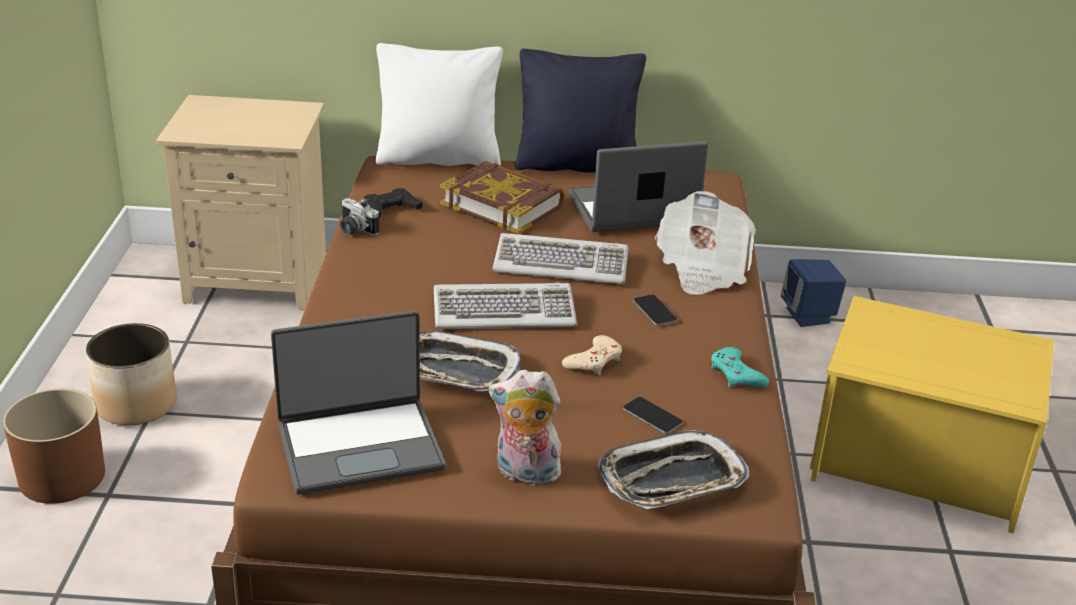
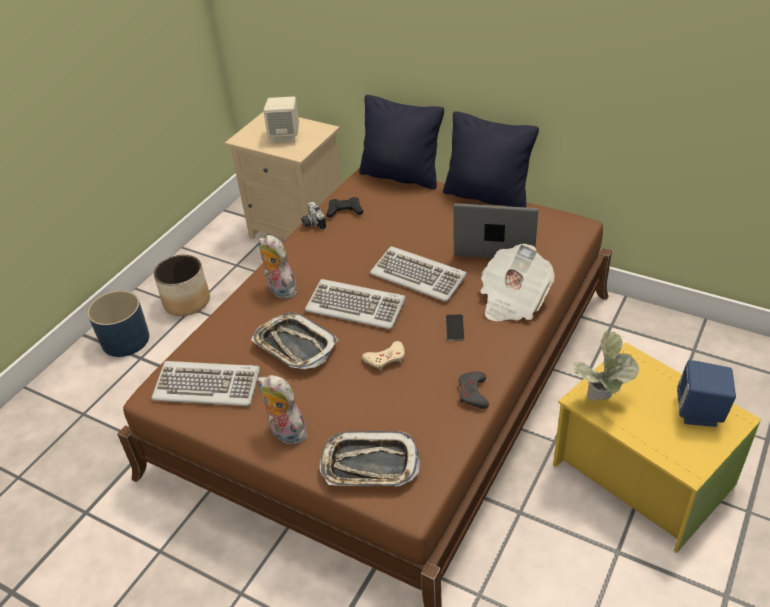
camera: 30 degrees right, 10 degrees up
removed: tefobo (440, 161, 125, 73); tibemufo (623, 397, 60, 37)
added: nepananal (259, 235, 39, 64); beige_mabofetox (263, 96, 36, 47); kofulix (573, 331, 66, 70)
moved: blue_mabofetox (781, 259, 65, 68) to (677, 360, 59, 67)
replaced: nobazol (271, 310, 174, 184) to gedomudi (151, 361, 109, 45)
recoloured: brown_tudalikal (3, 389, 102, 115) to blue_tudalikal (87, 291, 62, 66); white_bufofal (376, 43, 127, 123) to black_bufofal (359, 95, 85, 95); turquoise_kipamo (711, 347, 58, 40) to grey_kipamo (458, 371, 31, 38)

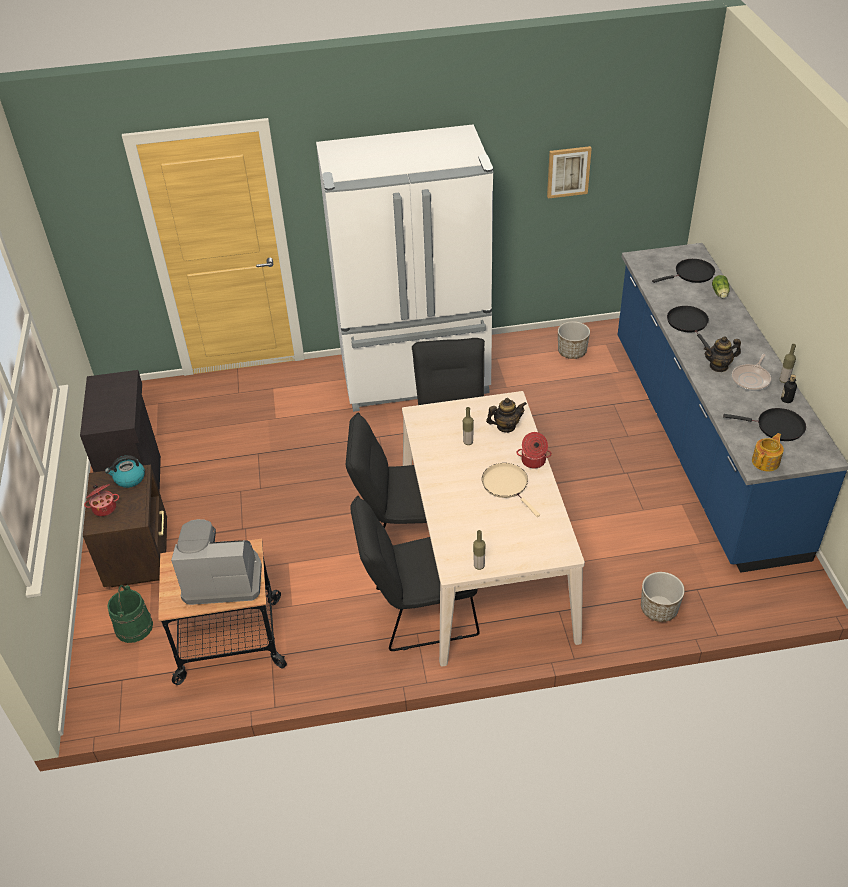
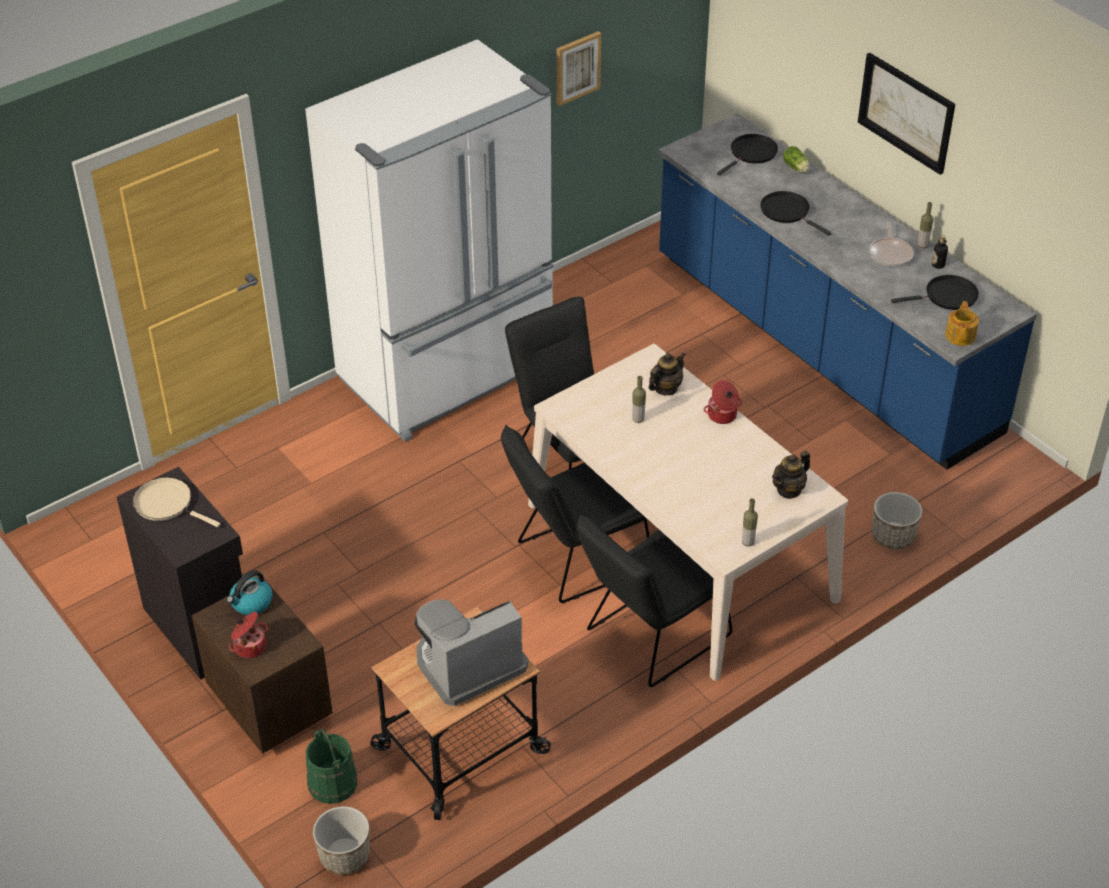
camera: 30 degrees left, 0 degrees up
added: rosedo (858, 53, 97, 122)
moved: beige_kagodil (482, 463, 58, 54) to (133, 477, 87, 50); tudalikal (558, 321, 32, 38) to (313, 806, 57, 69); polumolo (704, 337, 37, 35) to (772, 451, 38, 48)

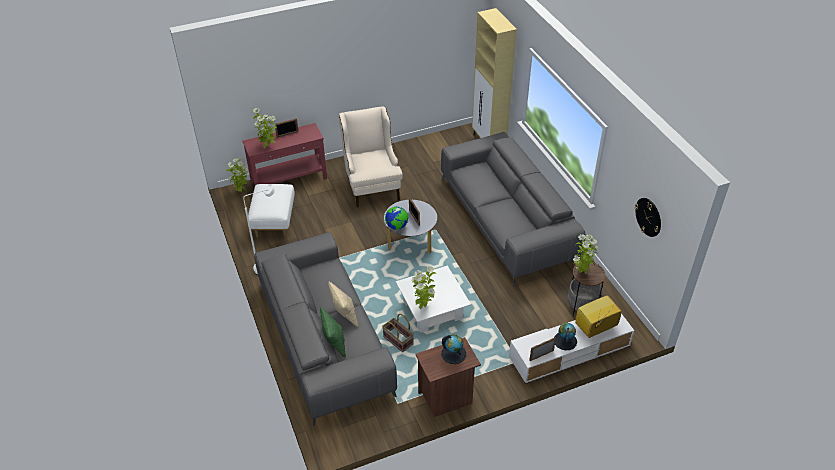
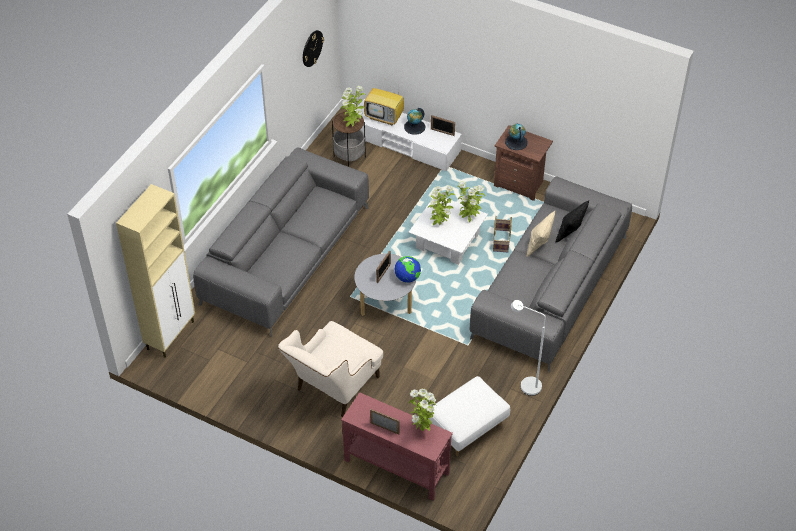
camera: 130 degrees left, 5 degrees up
moved: kofulix (227, 158, 21, 34) to (428, 186, 27, 39)
recoloured: green_bufofal (320, 307, 26, 50) to black_bufofal (556, 200, 33, 42)

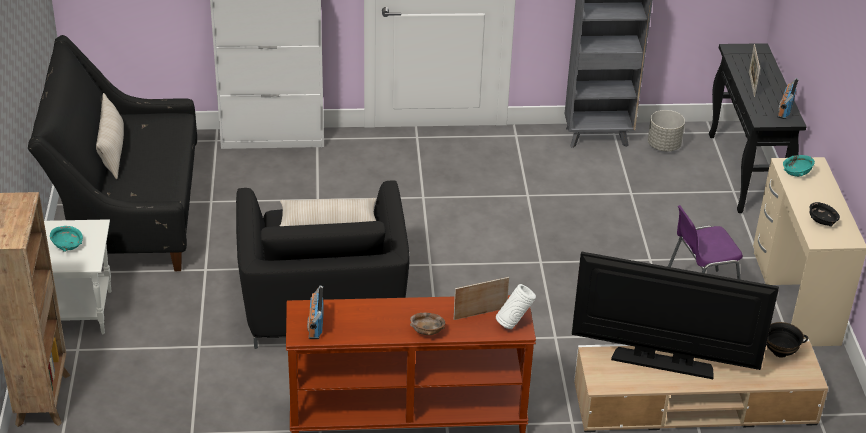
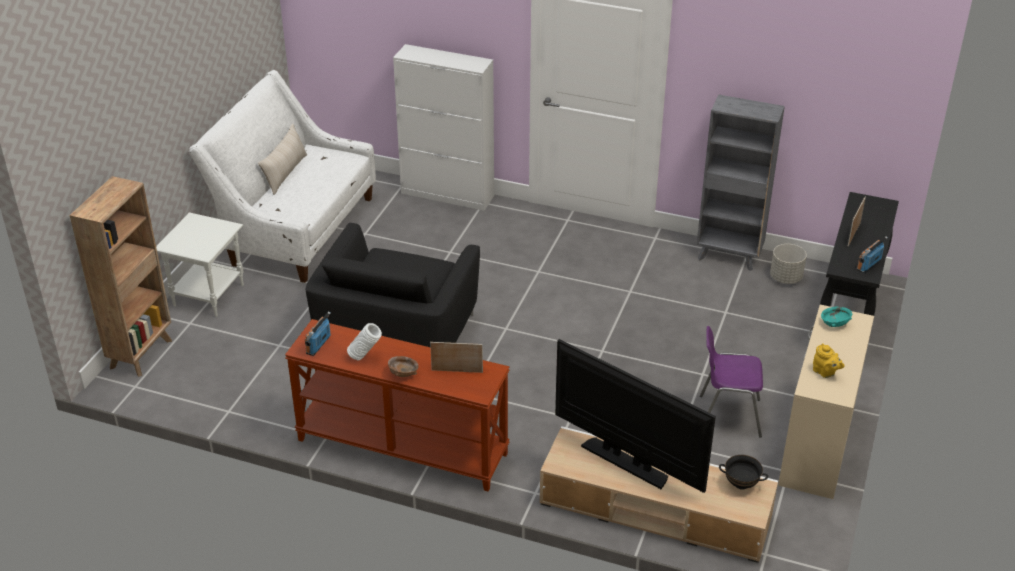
camera: 25 degrees right, 0 degrees up
removed: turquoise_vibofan (50, 226, 33, 26); beige_bufofal (280, 198, 96, 28)
moved: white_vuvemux (496, 284, 40, 45) to (347, 323, 35, 37)
replaced: black_vibofan (809, 202, 31, 25) to yellow_polumolo (813, 343, 32, 35)
recoloured: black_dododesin (28, 35, 169, 236) to white_dododesin (189, 70, 187, 213)

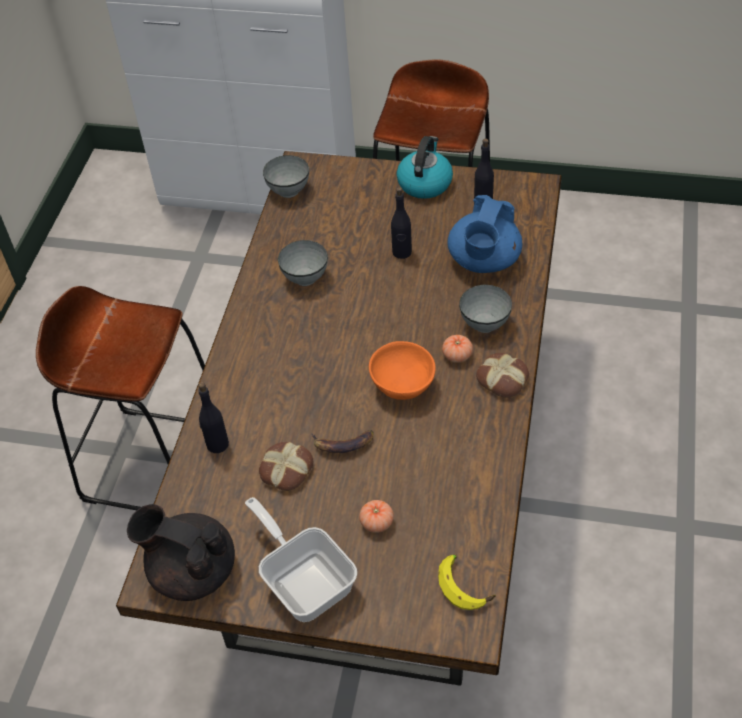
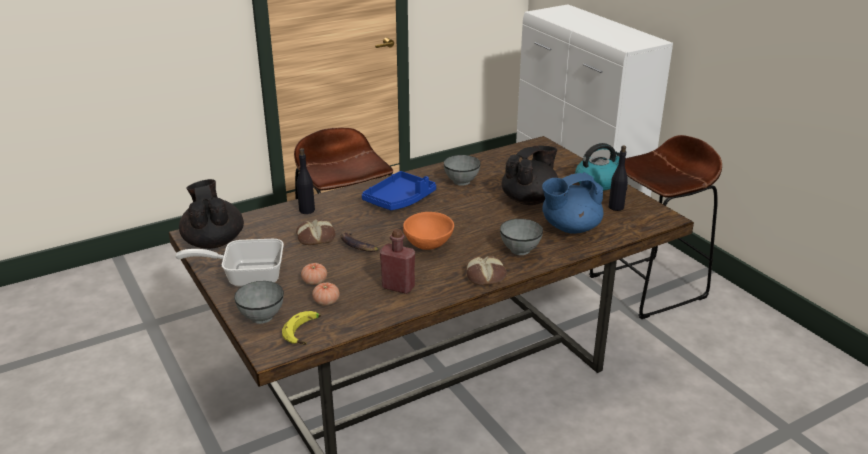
camera: 45 degrees right, 20 degrees down
added: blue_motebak (362, 171, 74, 39); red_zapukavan (380, 229, 35, 65)
moved: grey_vibofan (263, 155, 46, 43) to (234, 281, 50, 43); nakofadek (442, 335, 31, 28) to (312, 282, 28, 23)
replaced: black_zapukavan (391, 187, 21, 72) to black_polumolo (502, 146, 56, 59)
turned: kagodil (245, 497, 112, 125) = (175, 239, 109, 48) 105 degrees counterclockwise

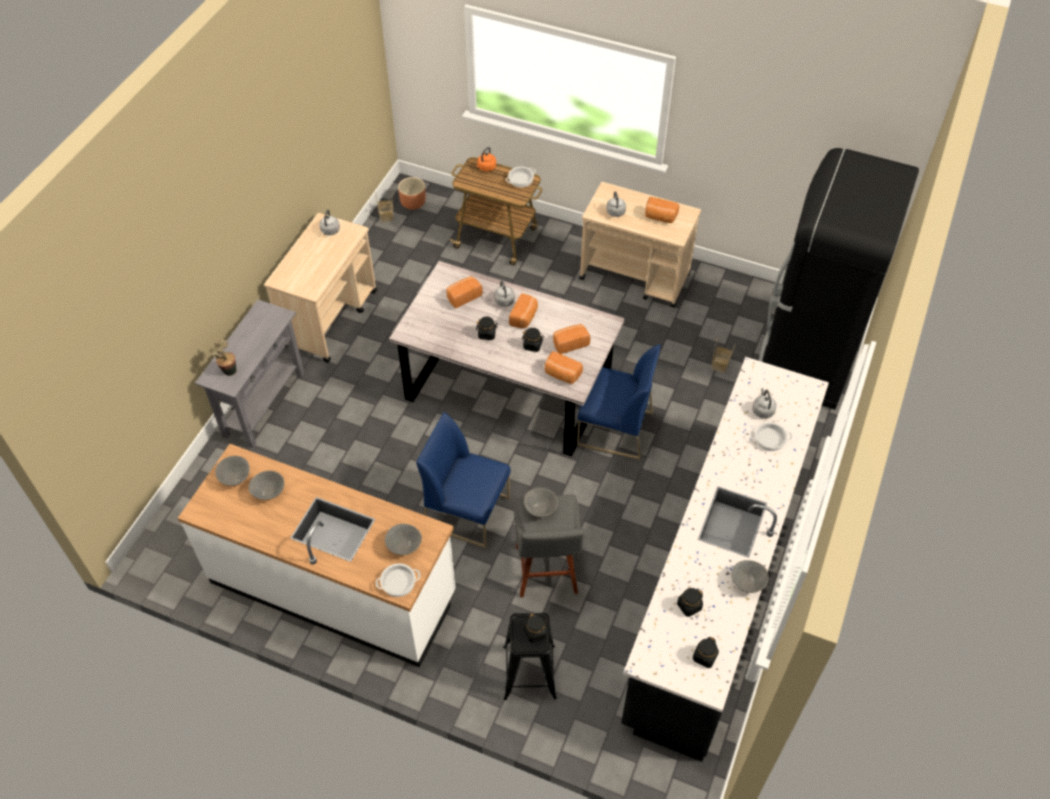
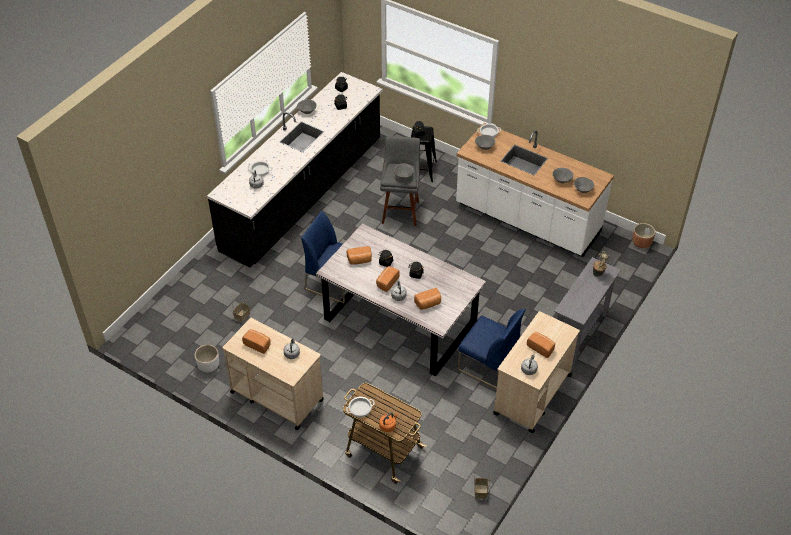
camera: 170 degrees left, 5 degrees down
removed: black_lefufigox (759, 148, 160, 262)
added: white_tudalikal (195, 345, 24, 27)
moved: brown_tudalikal (398, 177, 28, 33) to (632, 223, 23, 25); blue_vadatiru (416, 412, 95, 137) to (458, 309, 68, 80); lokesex (545, 351, 38, 33) to (527, 332, 28, 26)

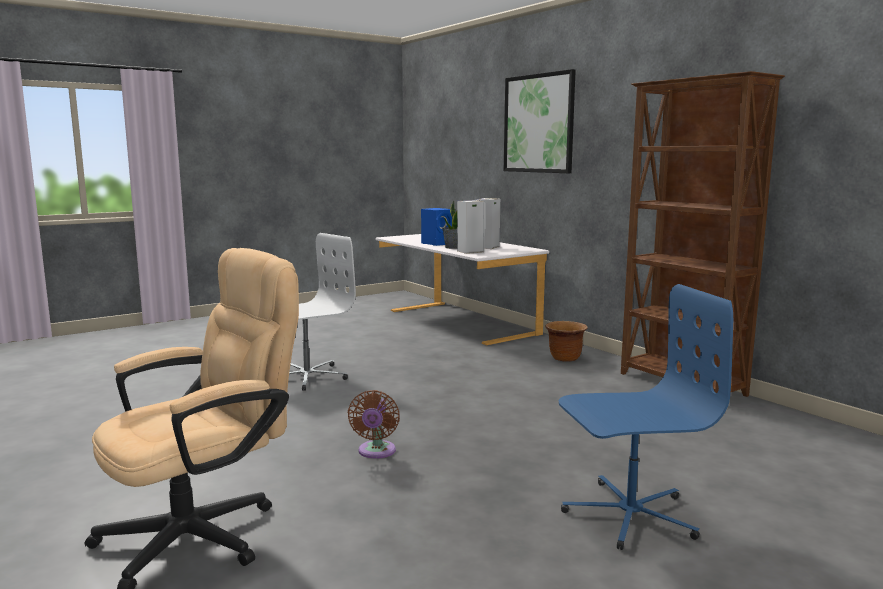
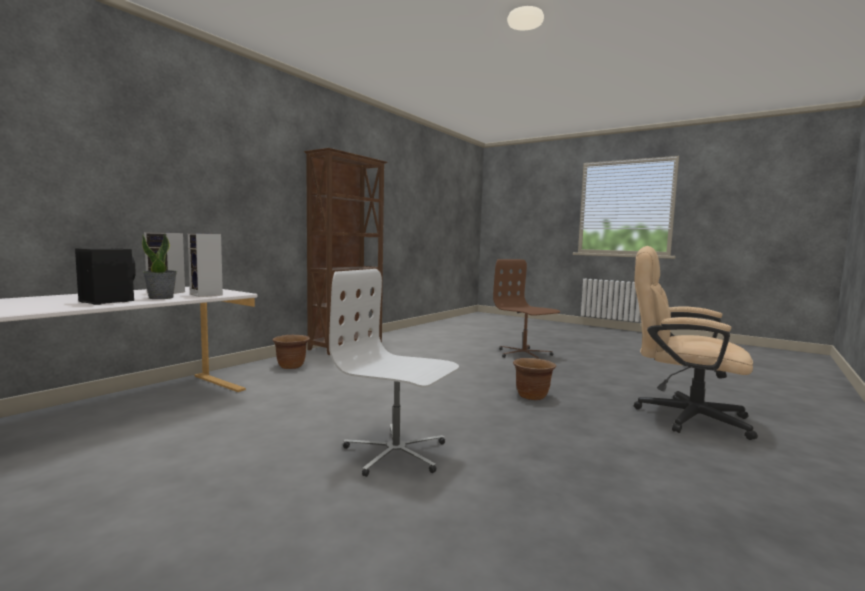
camera: 110 degrees left, 5 degrees down
removed: rosedo (504, 69, 72, 104)
replaced: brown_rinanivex (348, 390, 52, 69) to brown_tudalikal (513, 358, 43, 42)
recoloured: blue_mabofetox (421, 208, 31, 38) to black_mabofetox (75, 248, 61, 57); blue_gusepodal (559, 284, 174, 266) to brown_gusepodal (493, 259, 67, 100)

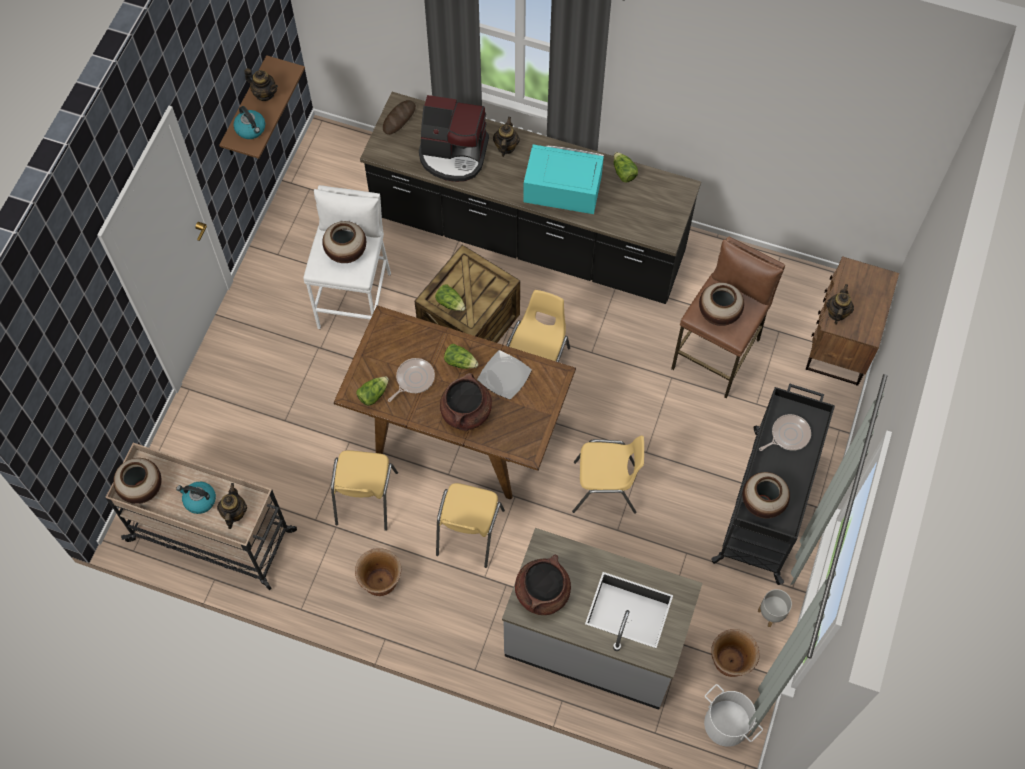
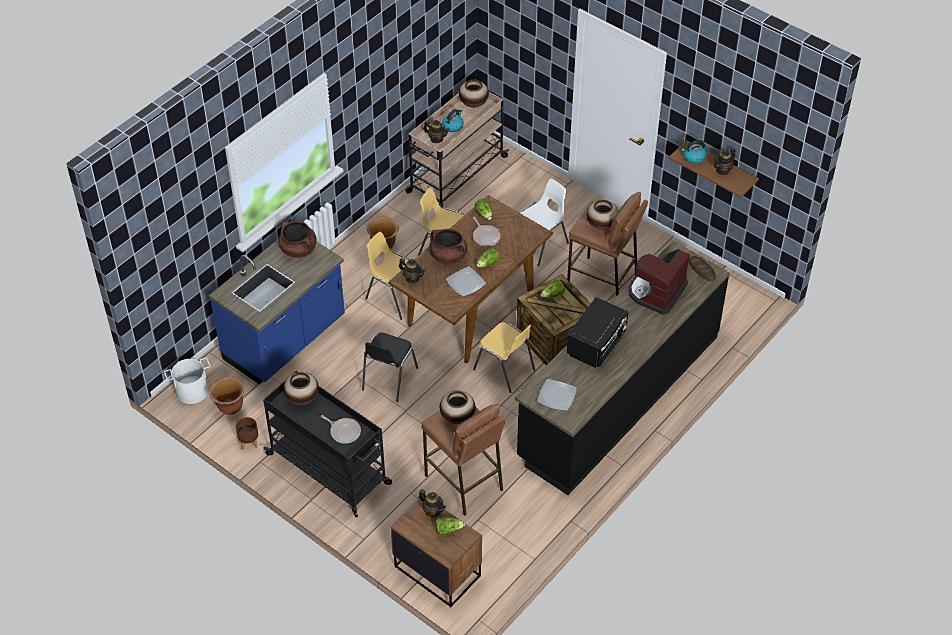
camera: 110 degrees right, 15 degrees down
added: white_vadatiru (519, 179, 50, 88); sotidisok (537, 379, 40, 32)
moved: polumolo (493, 117, 27, 40) to (399, 258, 26, 25); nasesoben (614, 152, 24, 31) to (436, 517, 29, 18)
recoloured: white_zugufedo (303, 185, 88, 144) to brown_zugufedo (567, 192, 81, 104); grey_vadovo (502, 528, 200, 182) to blue_vadovo (209, 240, 136, 145); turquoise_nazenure (523, 144, 81, 70) to black_nazenure (567, 297, 61, 71); yellow_vadatiru (572, 435, 72, 79) to black_vadatiru (362, 333, 56, 69); grey_tudalikal (758, 589, 34, 38) to brown_tudalikal (236, 417, 22, 33)
turned: kagodil (759, 414, 52, 37) = (321, 415, 40, 29) 45 degrees counterclockwise

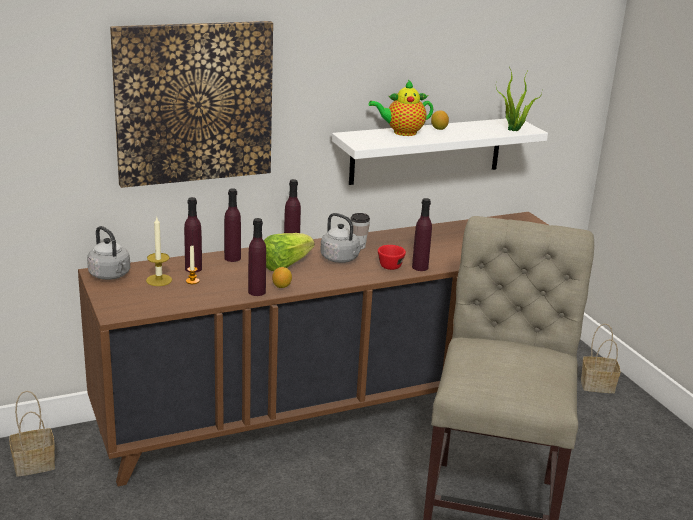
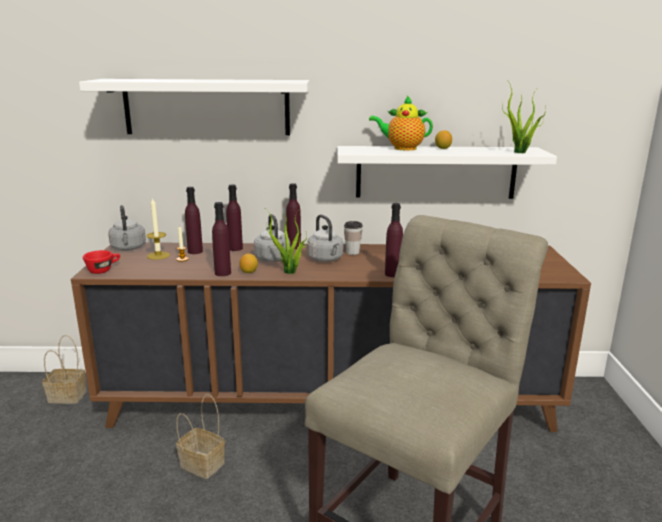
camera: 25 degrees right, 5 degrees down
added: kofulix (267, 209, 42, 65)
moved: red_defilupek (378, 245, 28, 25) to (83, 250, 37, 24); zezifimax (581, 323, 39, 70) to (176, 394, 49, 85)
replaced: rosedo (110, 21, 163, 167) to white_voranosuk (79, 79, 230, 56); nasesoben (263, 233, 52, 38) to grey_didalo (254, 214, 36, 48)

